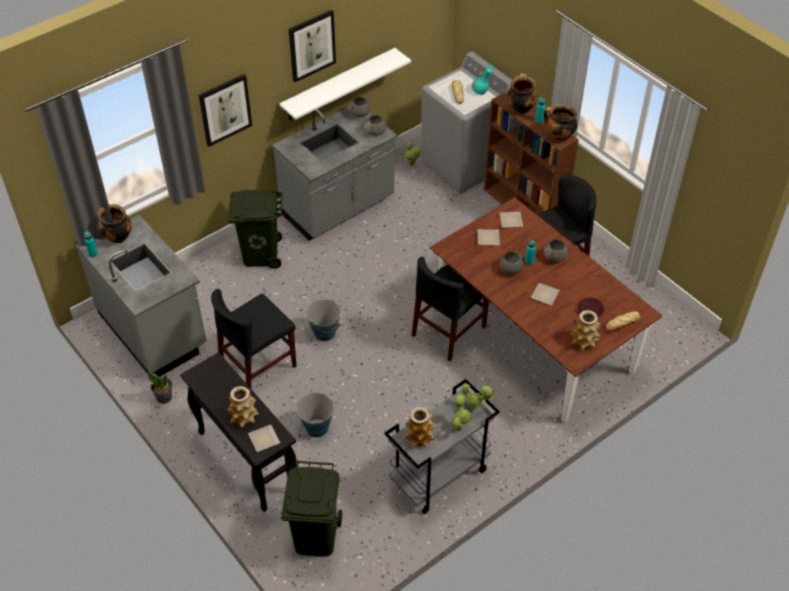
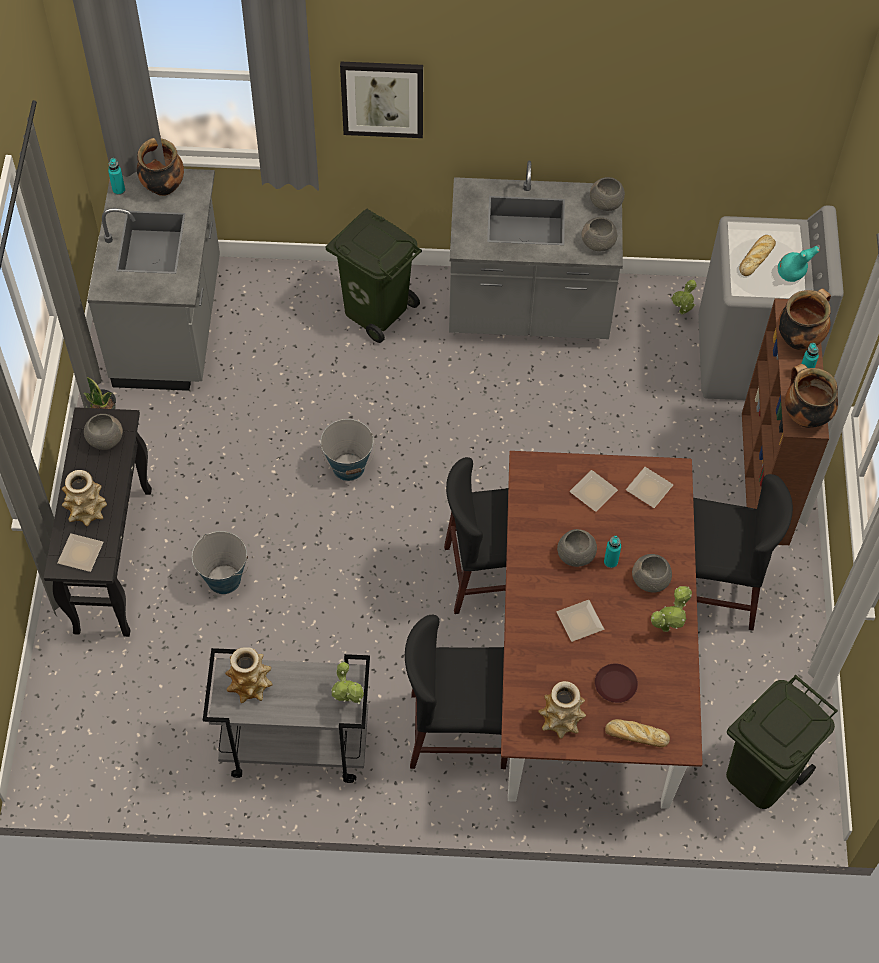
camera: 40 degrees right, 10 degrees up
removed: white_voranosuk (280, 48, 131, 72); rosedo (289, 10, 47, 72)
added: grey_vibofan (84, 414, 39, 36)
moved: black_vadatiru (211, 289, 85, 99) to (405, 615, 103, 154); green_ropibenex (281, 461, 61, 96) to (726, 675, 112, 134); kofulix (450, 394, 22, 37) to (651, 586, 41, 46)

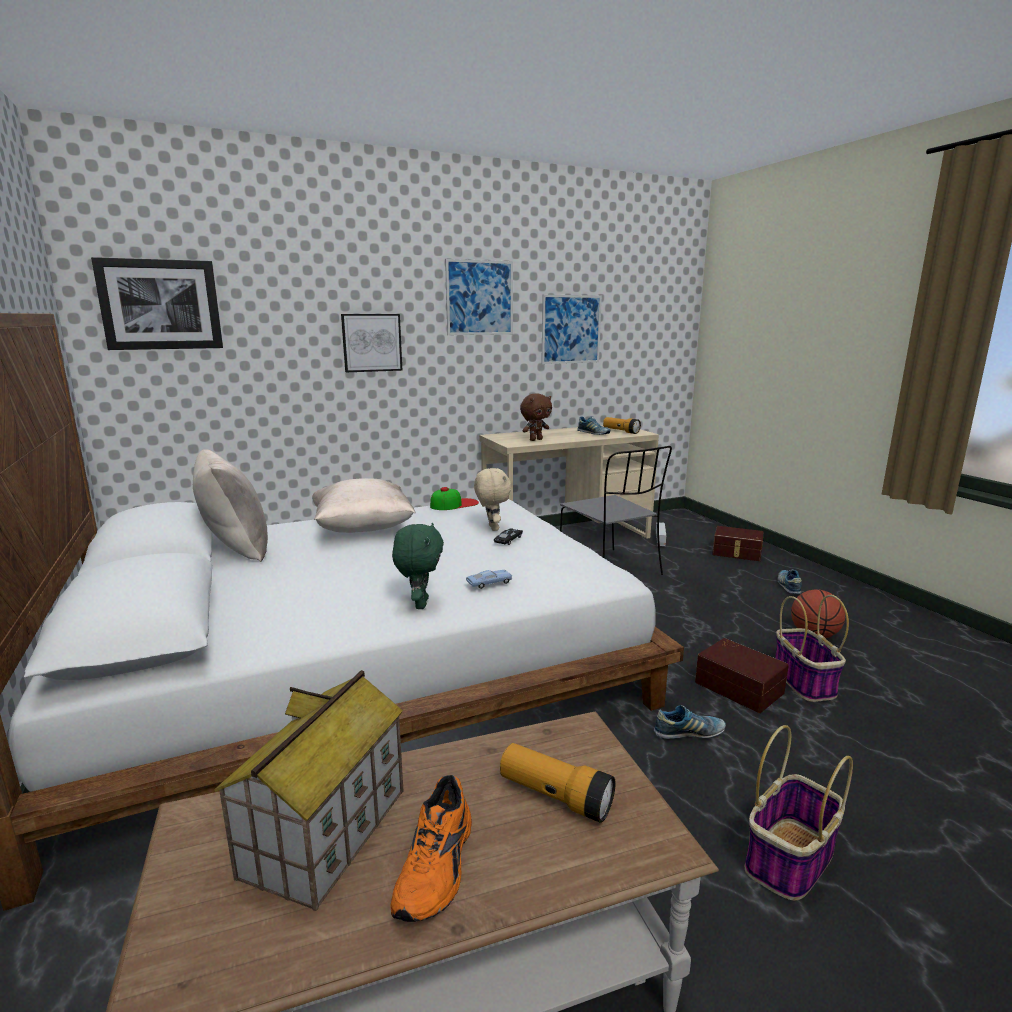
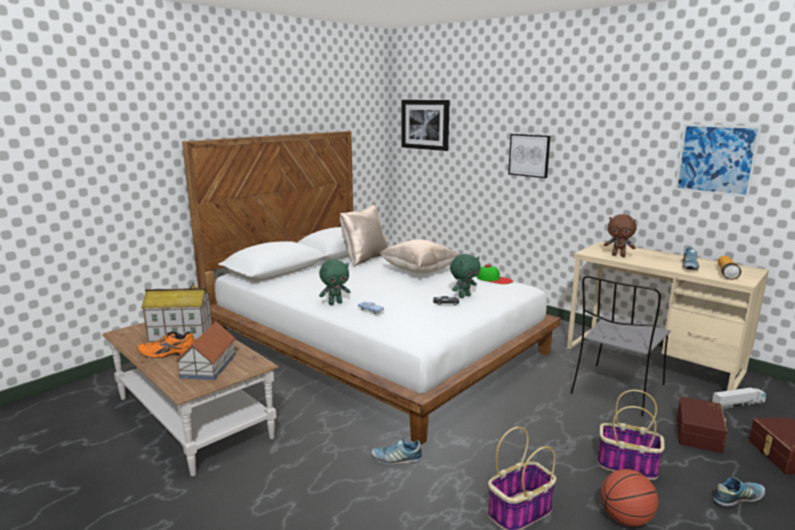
camera: 65 degrees right, 0 degrees up
removed: rosedo (445, 259, 68, 76)
moved: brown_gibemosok (695, 638, 94, 75) to (677, 397, 50, 56); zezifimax (745, 725, 108, 176) to (598, 390, 67, 90)
replaced: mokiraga (500, 743, 116, 80) to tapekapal (175, 321, 61, 59)
recoloured: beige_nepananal (474, 468, 38, 63) to green_nepananal (450, 254, 31, 44)
turned: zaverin (654, 705, 72, 34) = (371, 439, 52, 26) 120 degrees clockwise

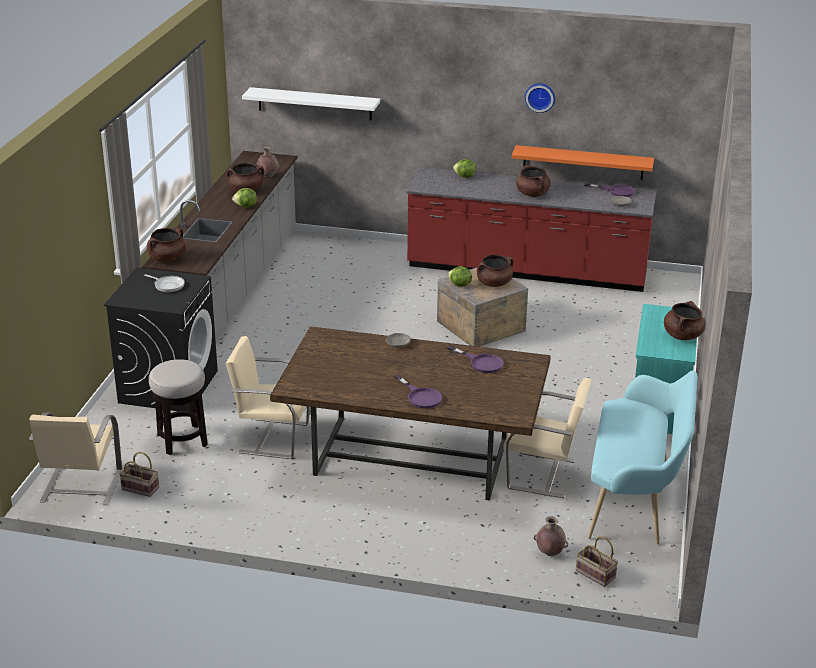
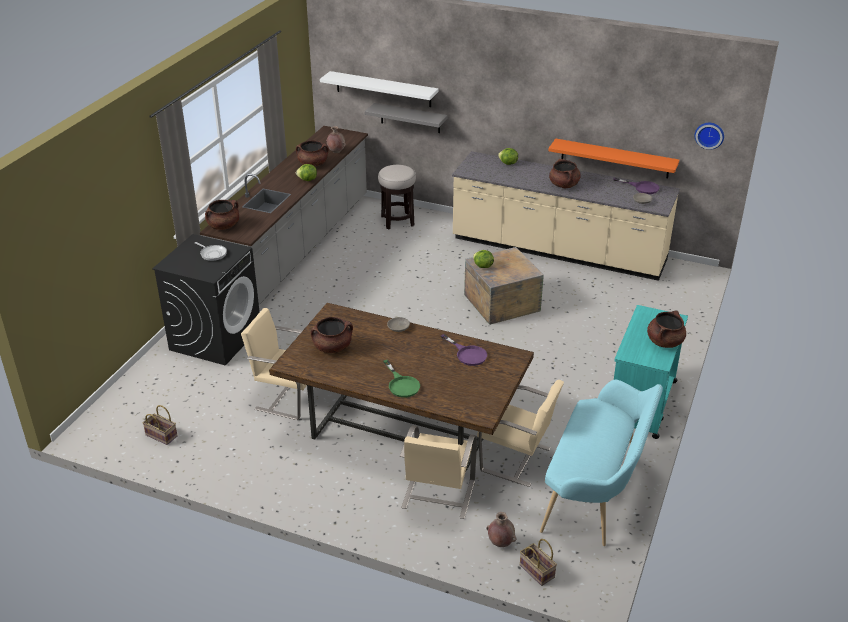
camera: 10 degrees right, 5 degrees up
added: grey_voranosuk (365, 103, 82, 30)
moved: beige_vadatiru (29, 412, 93, 93) to (400, 425, 77, 94); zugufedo (149, 359, 59, 96) to (378, 165, 38, 65); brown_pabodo (477, 255, 36, 32) to (311, 317, 42, 36); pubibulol (525, 83, 30, 30) to (695, 123, 29, 27)
recoloured: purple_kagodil (394, 374, 48, 35) to green_kagodil (383, 360, 37, 38); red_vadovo (407, 167, 249, 125) to beige_vadovo (452, 151, 228, 130)

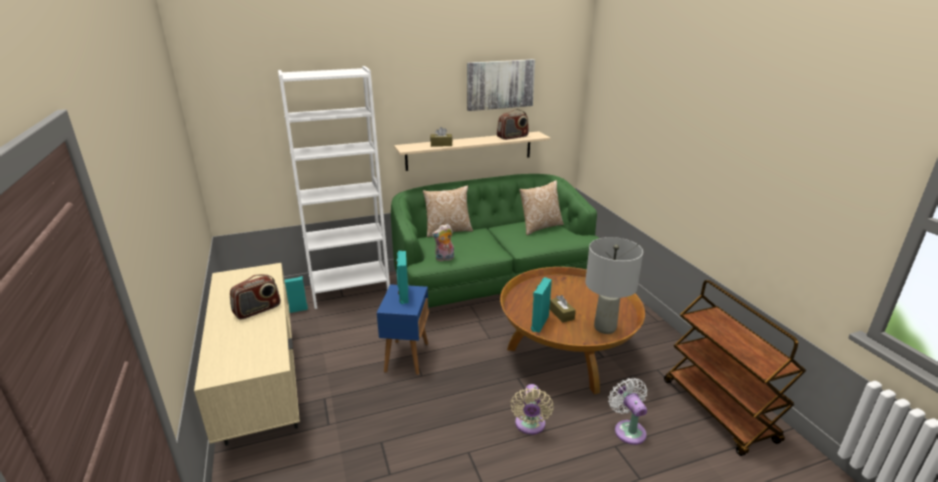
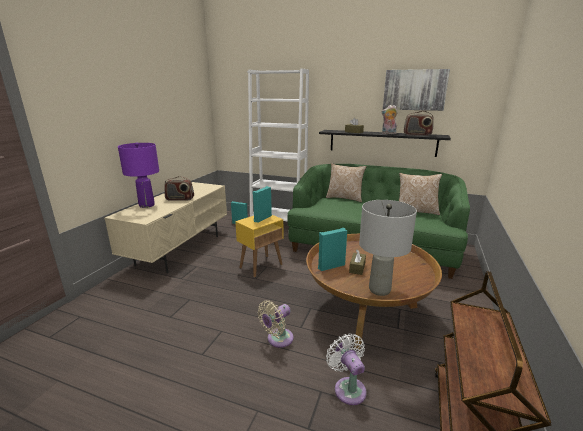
camera: 40 degrees right, 5 degrees down
added: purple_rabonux (118, 143, 41, 65)
moved: nepananal (432, 224, 22, 37) to (381, 105, 17, 29)
recoloured: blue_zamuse (377, 284, 52, 91) to yellow_zamuse (235, 215, 49, 62); beige_voranosuk (394, 131, 156, 40) to black_voranosuk (319, 130, 132, 27)
turned: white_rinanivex (608, 378, 39, 67) = (326, 333, 41, 72) 45 degrees counterclockwise

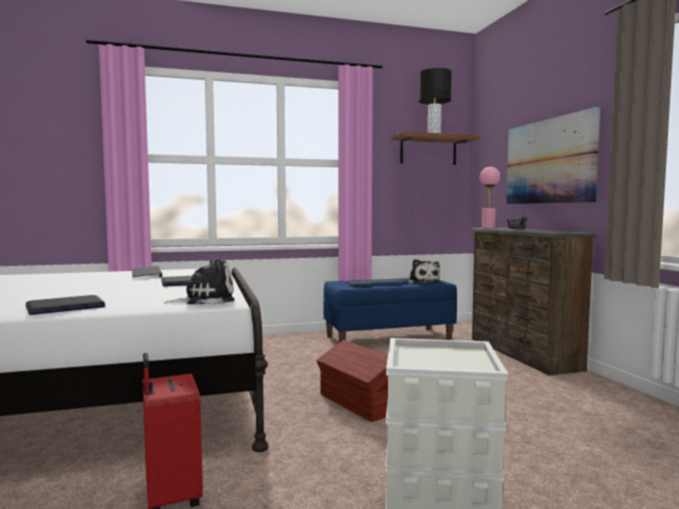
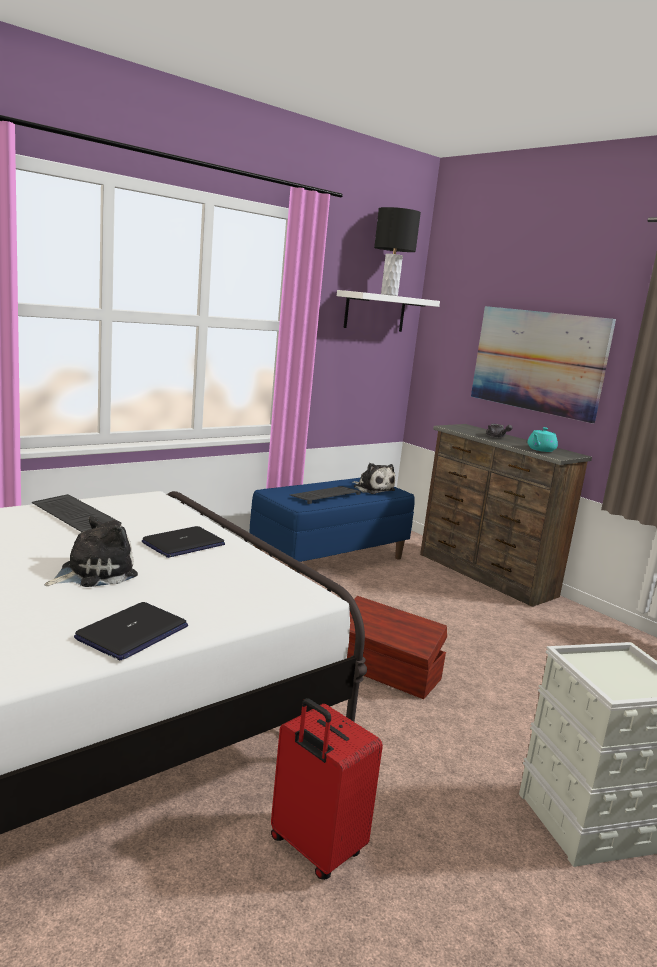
camera: 25 degrees left, 10 degrees up
removed: pink_rabonux (480, 167, 20, 62)
added: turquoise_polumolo (527, 427, 31, 25)
moved: nepananal (164, 259, 71, 46) to (45, 516, 93, 71)
recoloured: brown_voranosuk (391, 131, 88, 34) to white_voranosuk (337, 290, 103, 42)

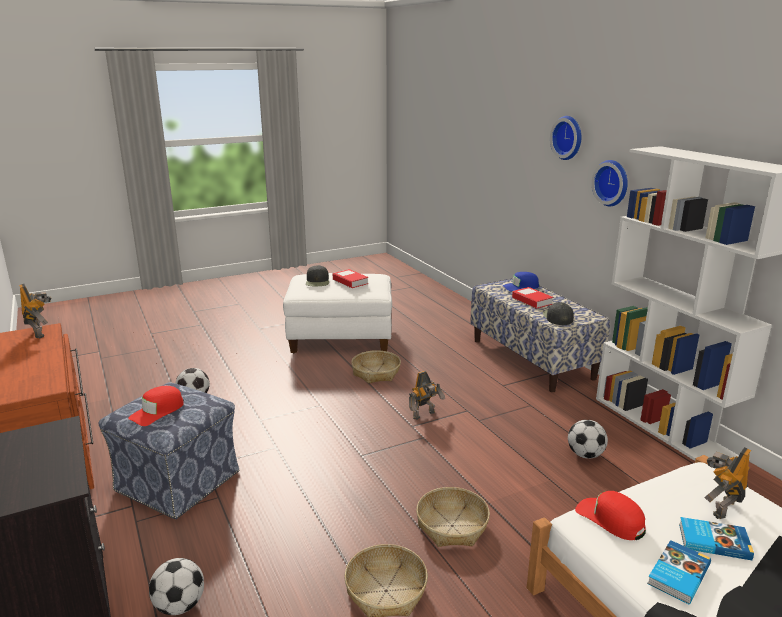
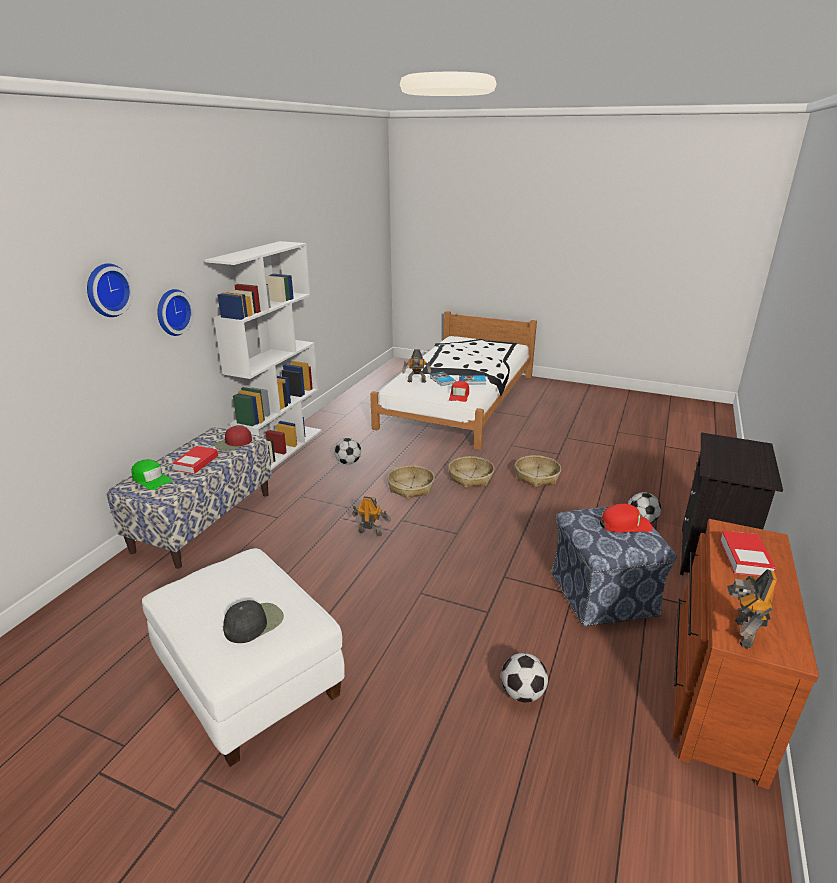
camera: 130 degrees left, 5 degrees up
moved: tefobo (333, 269, 35, 19) to (720, 531, 57, 45); zezifimax (351, 350, 50, 33) to (387, 465, 48, 34)
recoloured: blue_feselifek (503, 272, 36, 19) to green_feselifek (131, 459, 41, 31); black_feselifek (543, 302, 31, 23) to red_feselifek (214, 425, 38, 26)

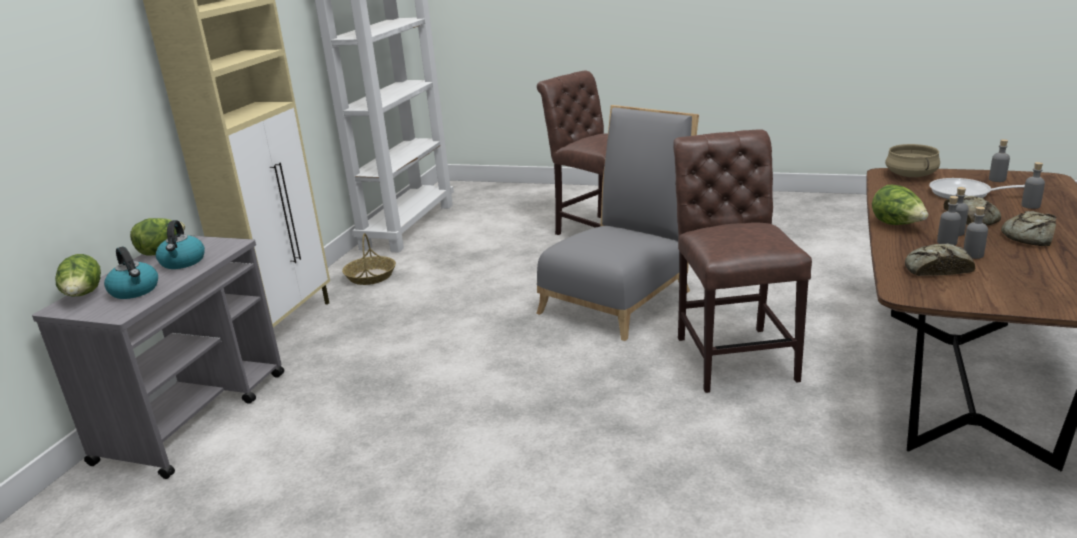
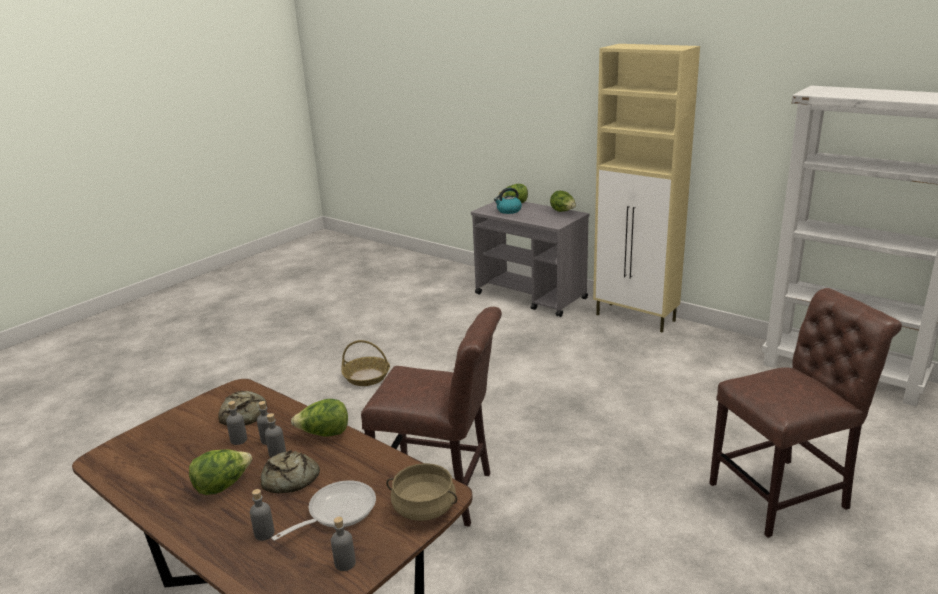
camera: 110 degrees right, 0 degrees up
removed: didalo (156, 220, 49, 49); grey_vadatiru (536, 105, 163, 236)
moved: zezifimax (342, 233, 54, 52) to (341, 340, 49, 46)
replaced: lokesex (1001, 211, 55, 35) to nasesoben (189, 449, 63, 46)

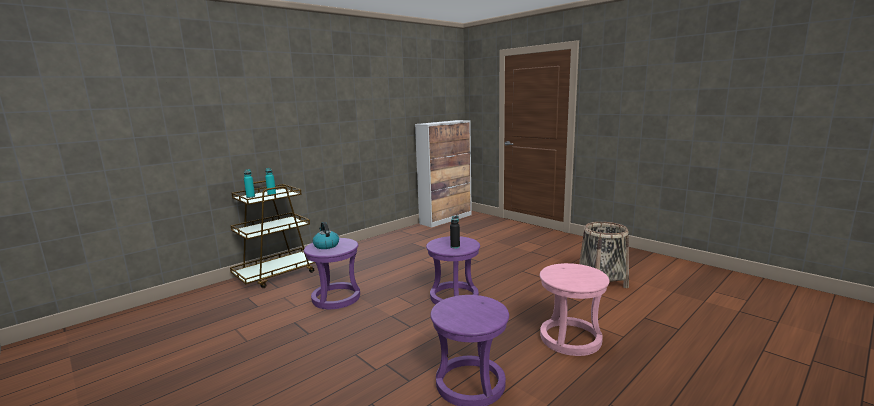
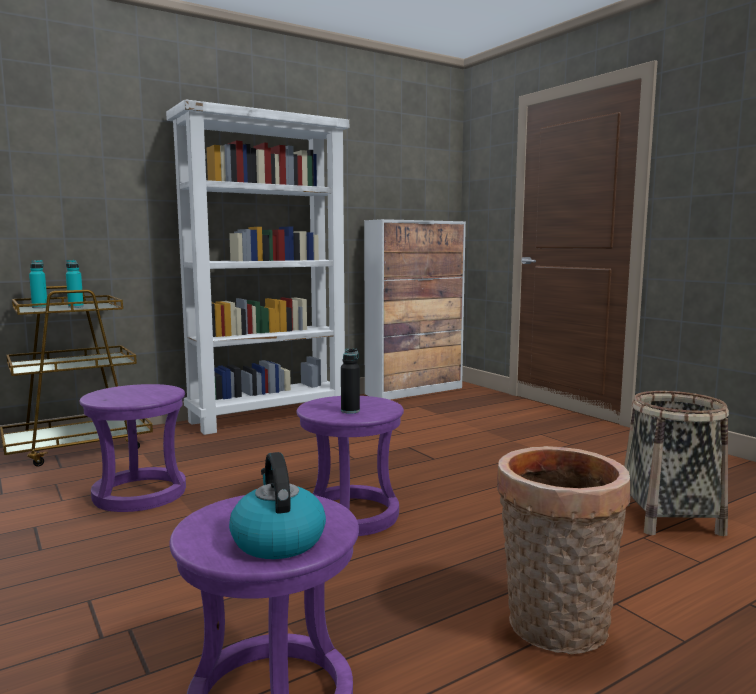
camera: 10 degrees right, 5 degrees down
added: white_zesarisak (166, 99, 183, 336)
moved: didalo (313, 222, 26, 27) to (229, 452, 97, 107)
replaced: pink_zugufedo (540, 263, 70, 93) to zezifimax (497, 446, 133, 208)

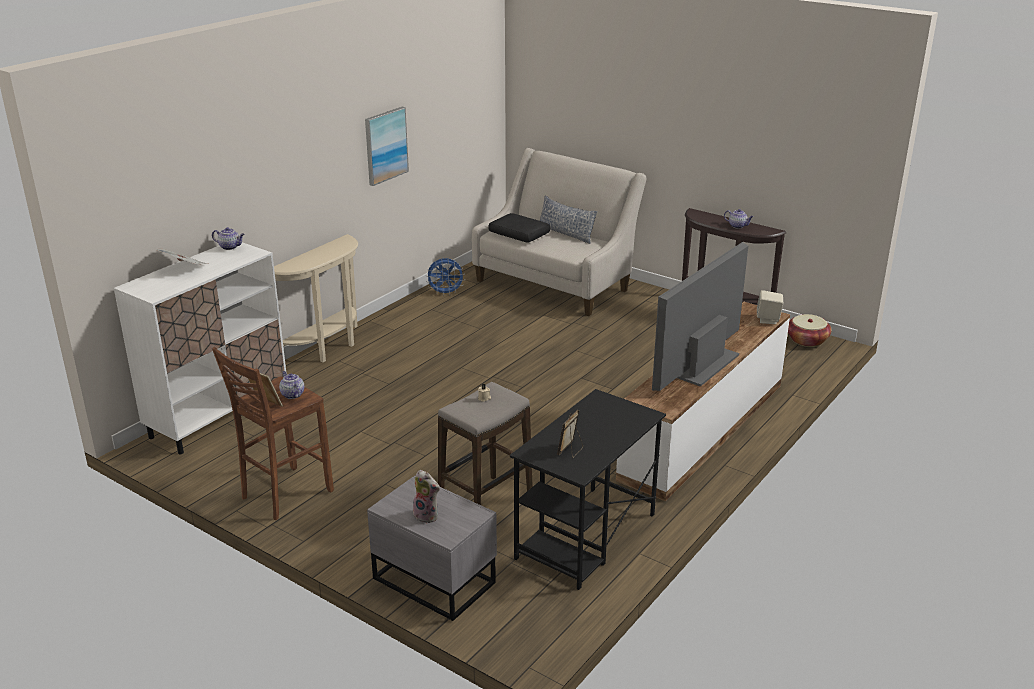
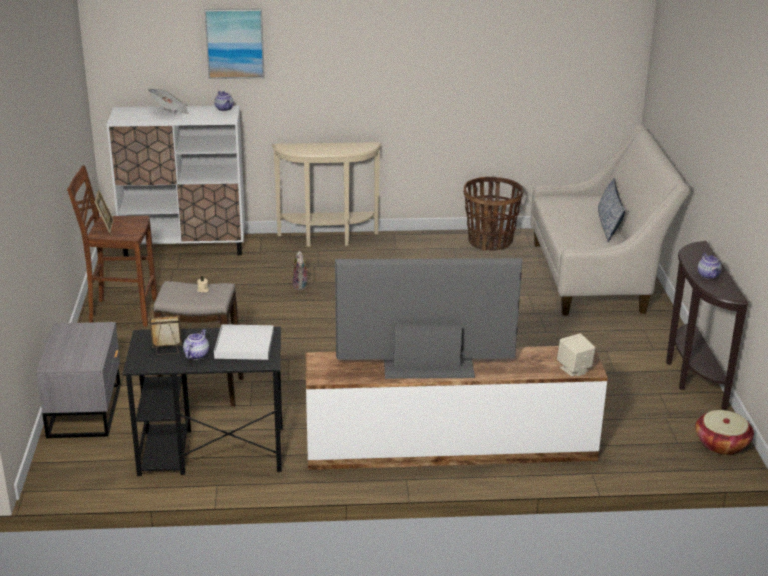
camera: 50 degrees right, 0 degrees up
removed: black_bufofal (488, 213, 62, 30)
added: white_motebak (214, 324, 60, 36)
moved: polumolo (279, 371, 25, 28) to (183, 329, 26, 31); rosedo (365, 107, 44, 79) to (204, 9, 61, 70); nepananal (413, 470, 27, 54) to (293, 251, 17, 40)
replaced: blue_rinanivex (426, 258, 39, 37) to zezifimax (464, 177, 59, 74)

